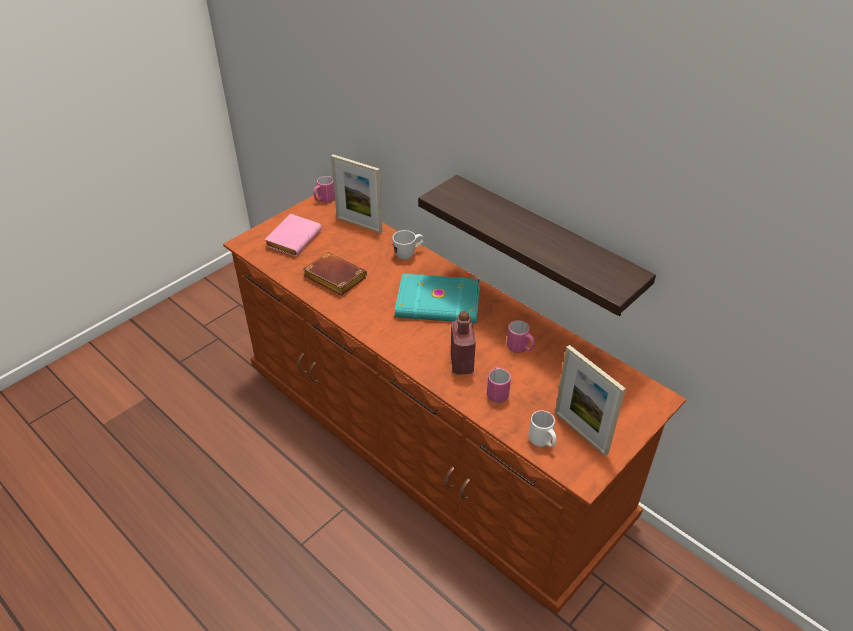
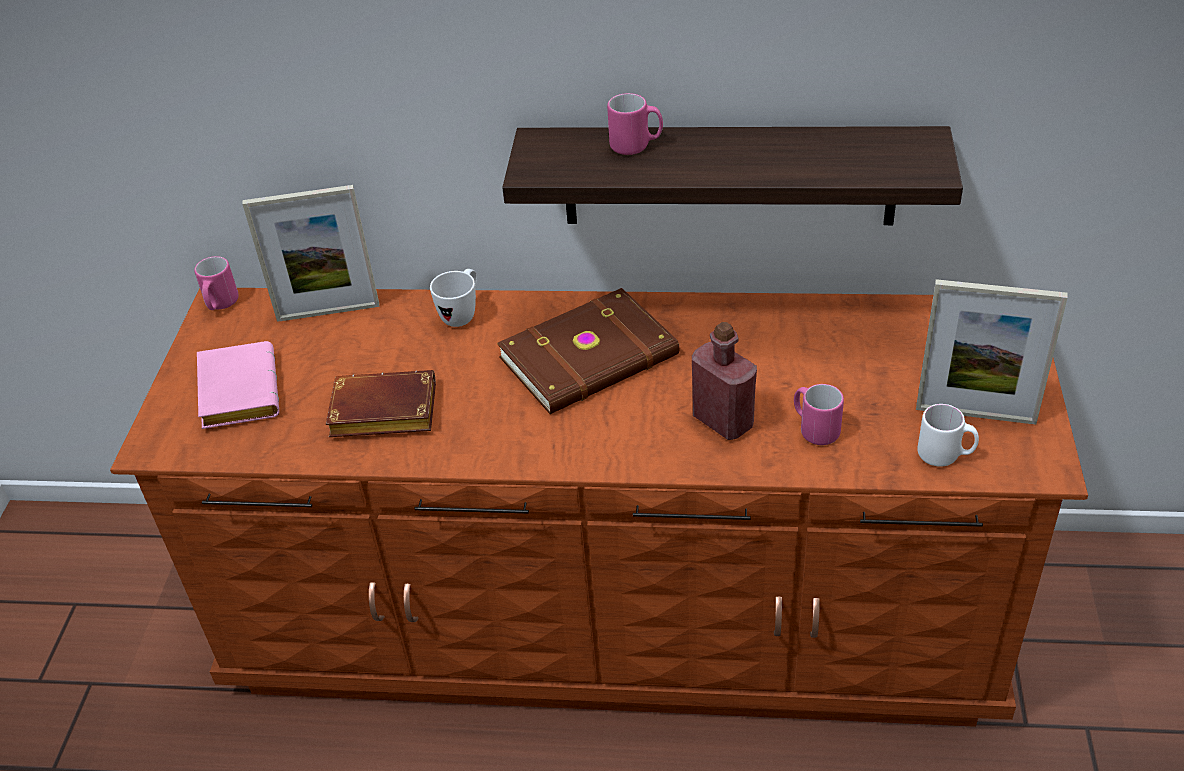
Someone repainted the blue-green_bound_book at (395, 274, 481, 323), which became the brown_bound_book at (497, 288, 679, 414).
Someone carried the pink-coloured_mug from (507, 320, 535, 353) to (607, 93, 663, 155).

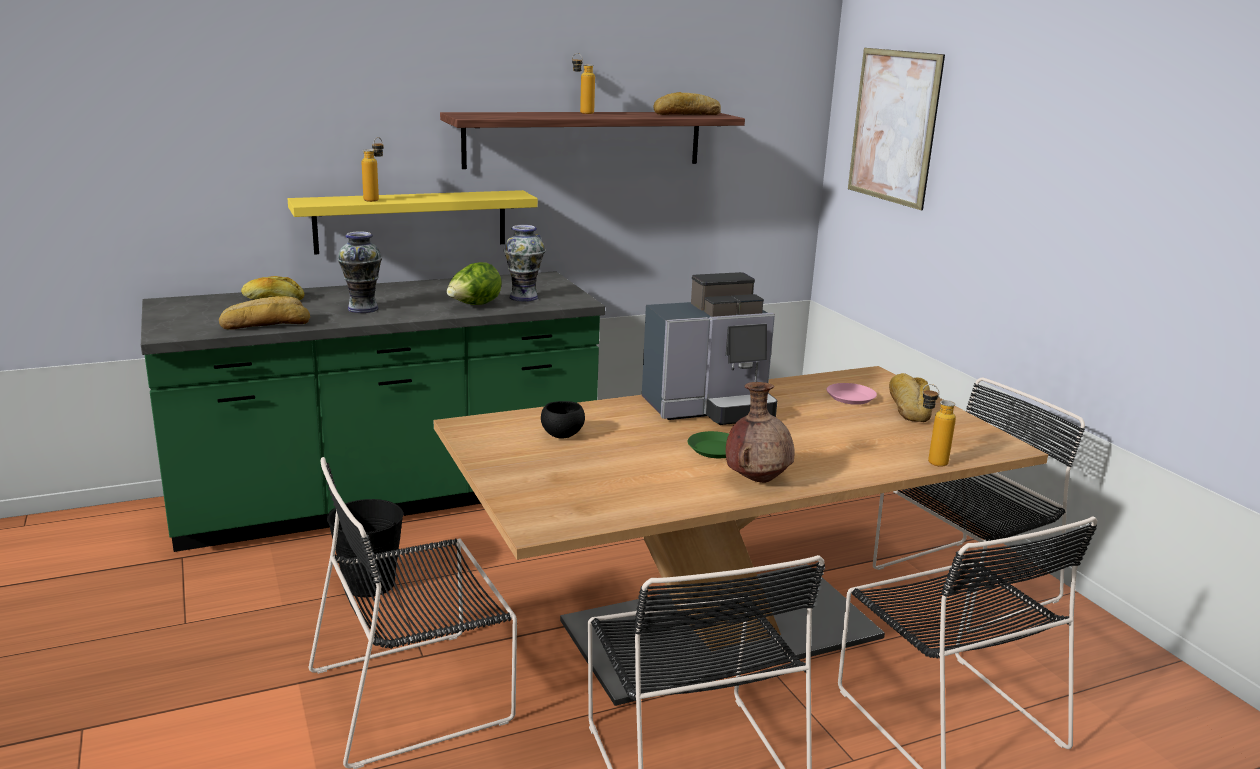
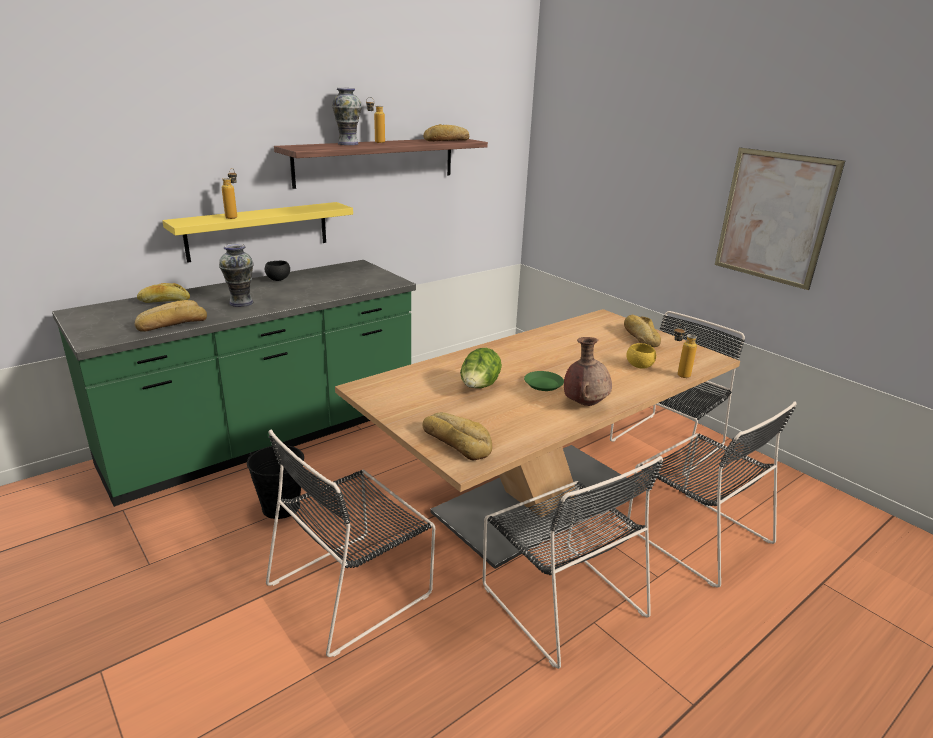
Someone carried the lettuce_head from (447, 262, 502, 305) to (460, 348, 502, 388).
Someone carried the decorative_vase from (504, 225, 545, 302) to (332, 88, 362, 145).
Someone carried the black-coloured_serving_bowl from (541, 401, 585, 439) to (265, 261, 290, 281).
Someone took away the coffee_maker at (642, 272, 777, 425).
Someone took away the pink-coloured_dinner_plate at (826, 383, 877, 405).
Someone carried the picture from (848, 48, 945, 210) to (715, 148, 845, 290).
Someone put down the baked_bread at (422, 412, 492, 460).
Someone put down the yellowish_serving_bowl at (626, 343, 656, 369).

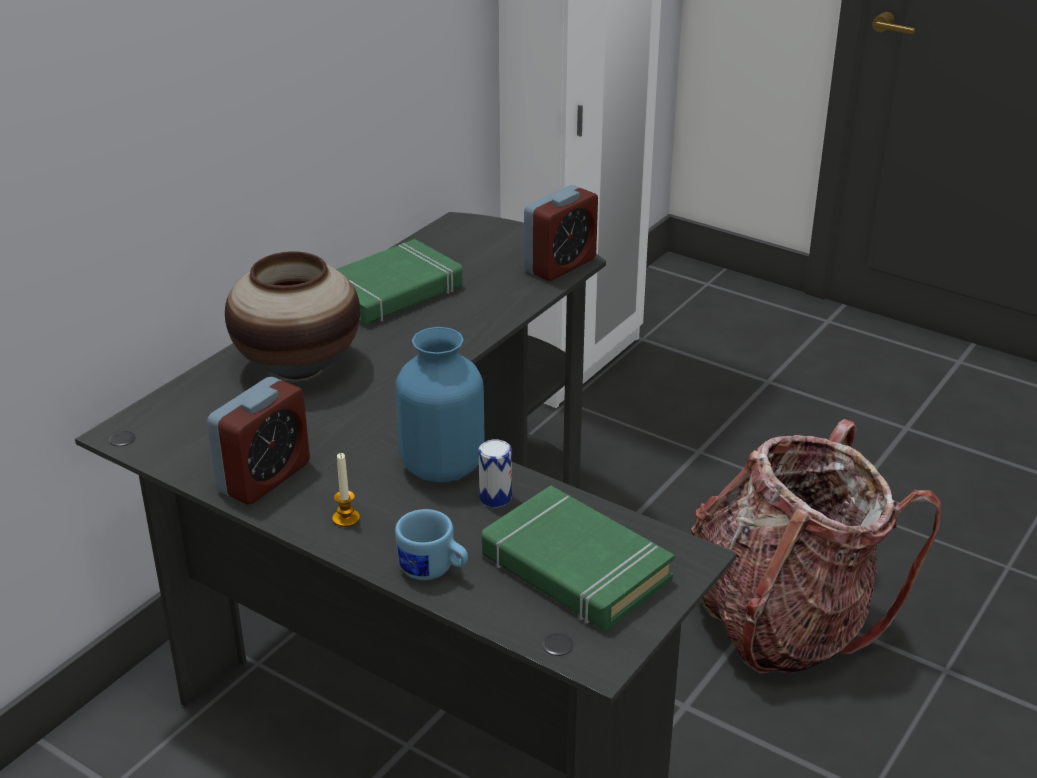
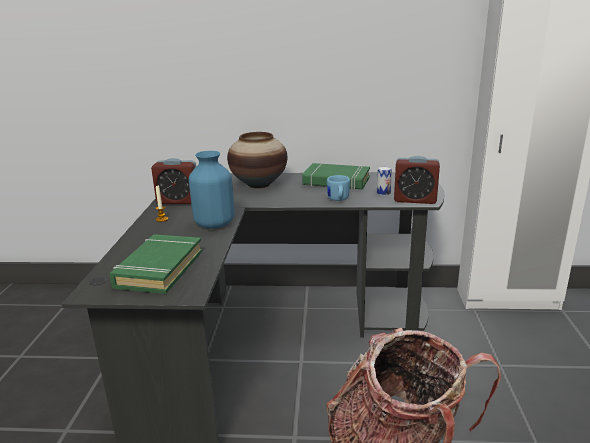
Someone carried the blue_mug from (395, 509, 468, 580) to (327, 175, 350, 201).
Someone carried the sealed_can from (479, 439, 512, 507) to (377, 167, 392, 195).

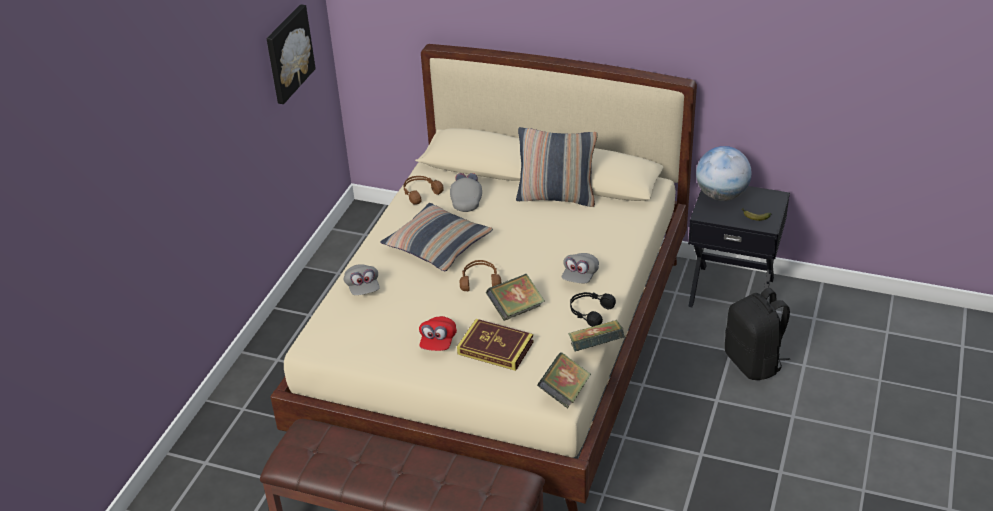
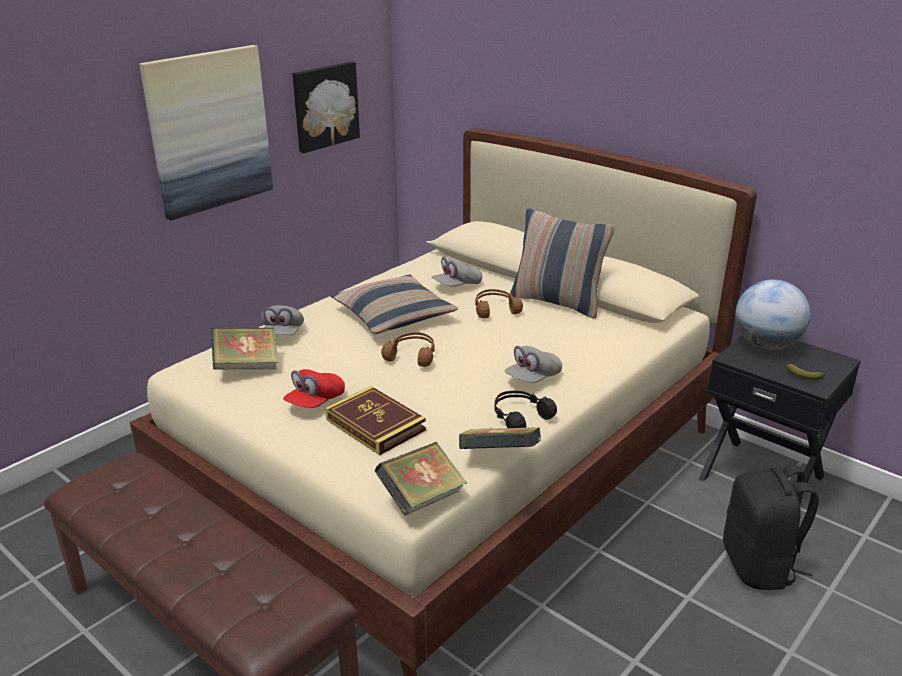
Someone carried the brown_headset from (403, 176, 444, 205) to (475, 289, 523, 318).
Someone rotated the grey_baseball_cap at (450, 173, 482, 212) by 150 degrees counterclockwise.
Someone carried the bound_book from (486, 274, 545, 321) to (211, 327, 278, 370).
Someone put up the picture at (139, 45, 273, 221).

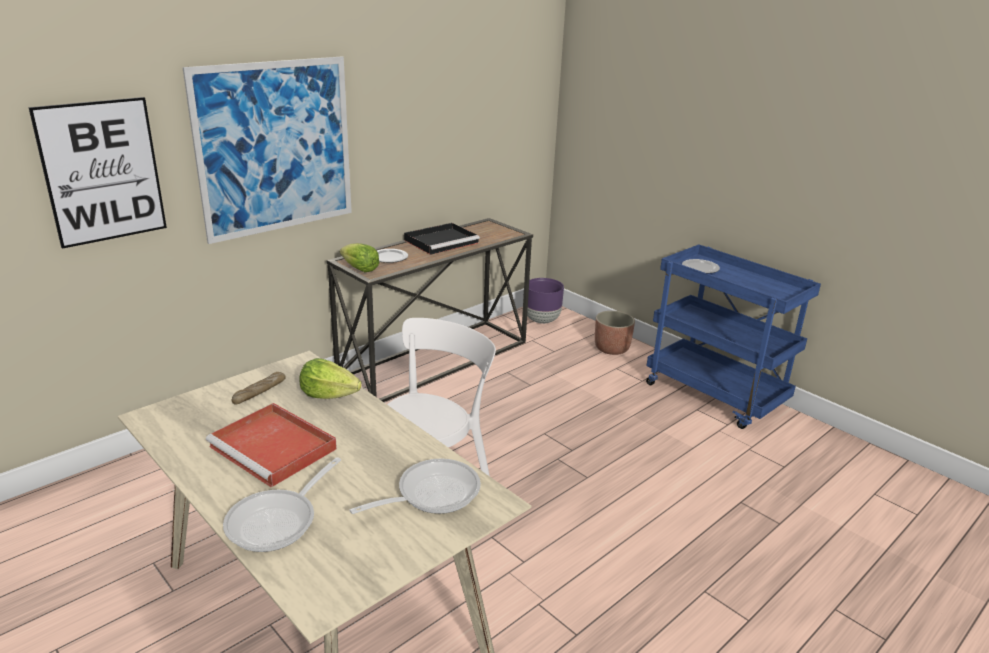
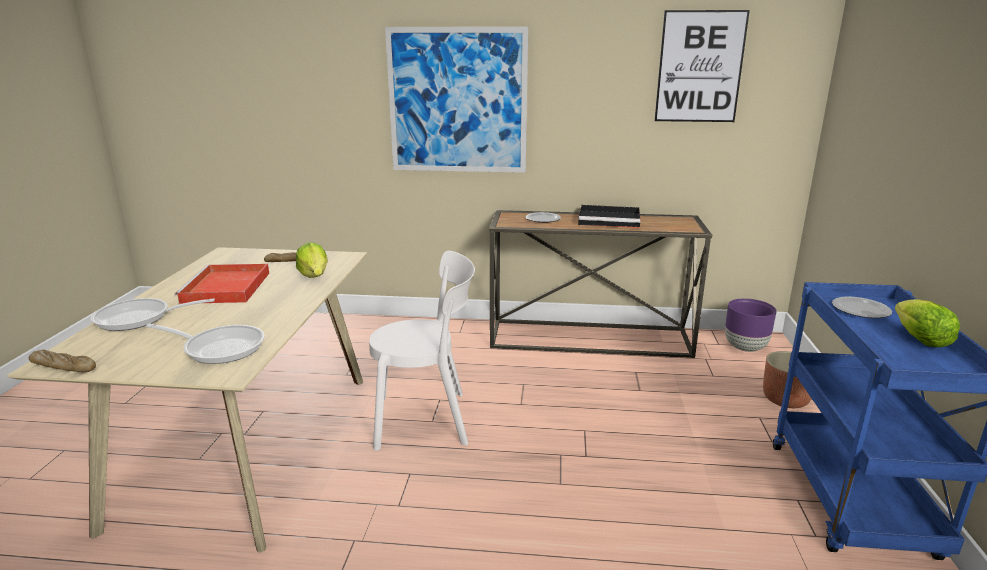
Someone carried the picture from (28, 97, 167, 249) to (655, 10, 750, 122).
Someone carried the lettuce_head from (340, 243, 380, 272) to (895, 299, 960, 347).
Someone put down the baked_bread at (29, 349, 96, 372).

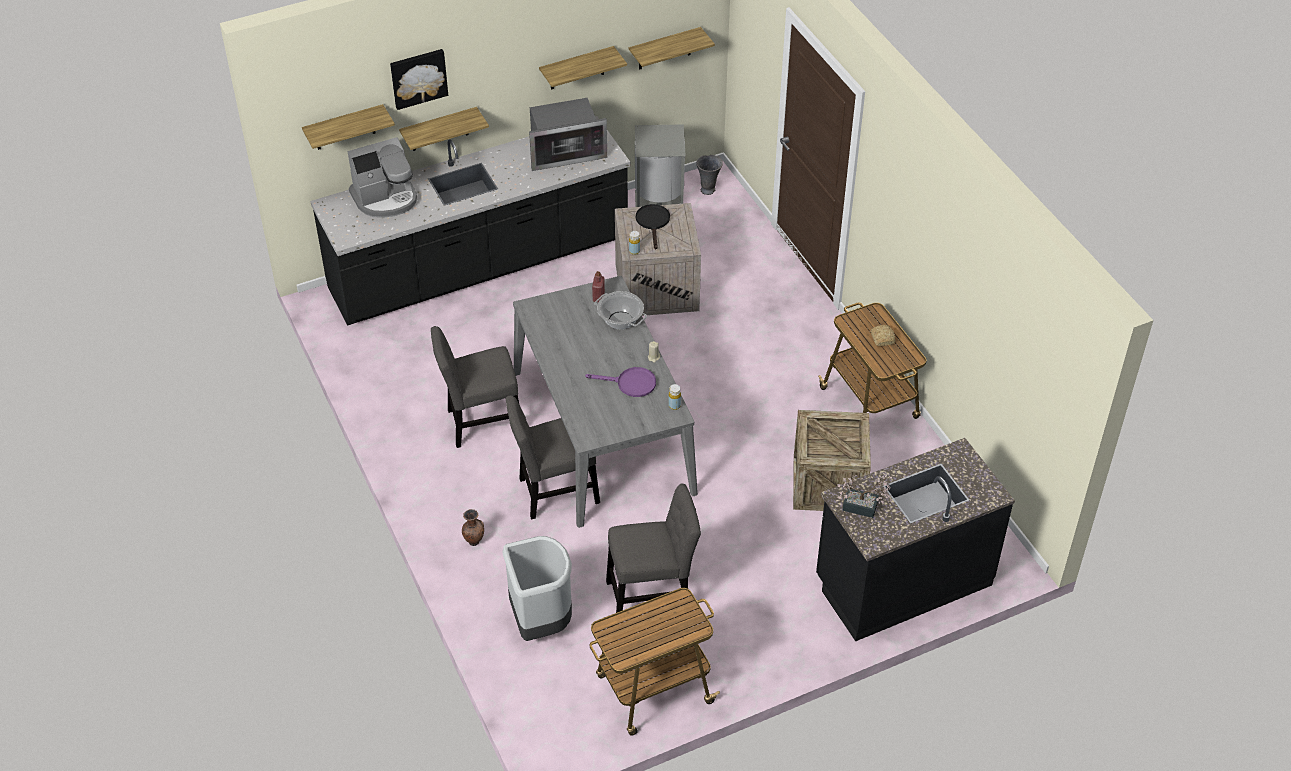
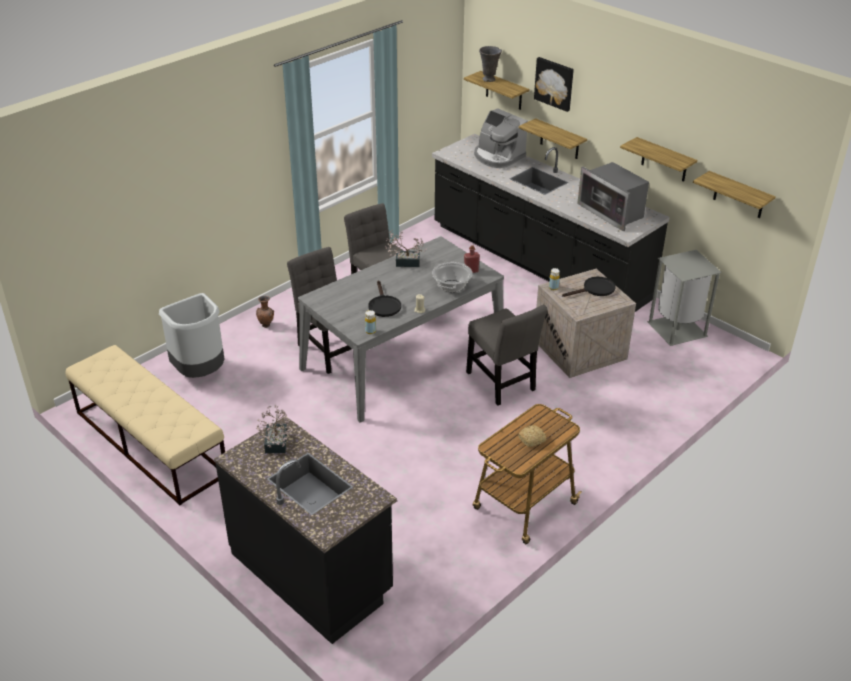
Someone repainted the purple-coloured_skillet at (585, 367, 656, 397), which became the black-coloured_skillet at (368, 280, 401, 317).
Someone swapped the cart at (590, 588, 720, 736) for the beige_bench at (66, 345, 225, 505).
Someone carried the grey_chair from (606, 484, 701, 613) to (466, 305, 548, 405).
Someone carried the grey_decorative_vase from (696, 155, 723, 195) to (479, 46, 502, 82).
Someone took away the crate at (793, 410, 871, 511).
Someone put down the plant_in_a_pot at (385, 230, 427, 267).

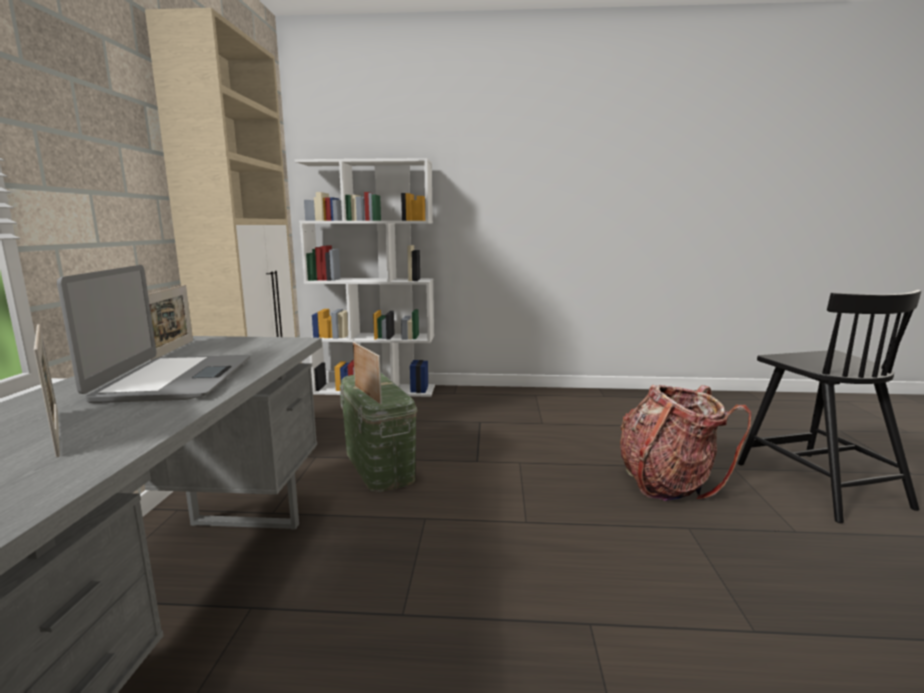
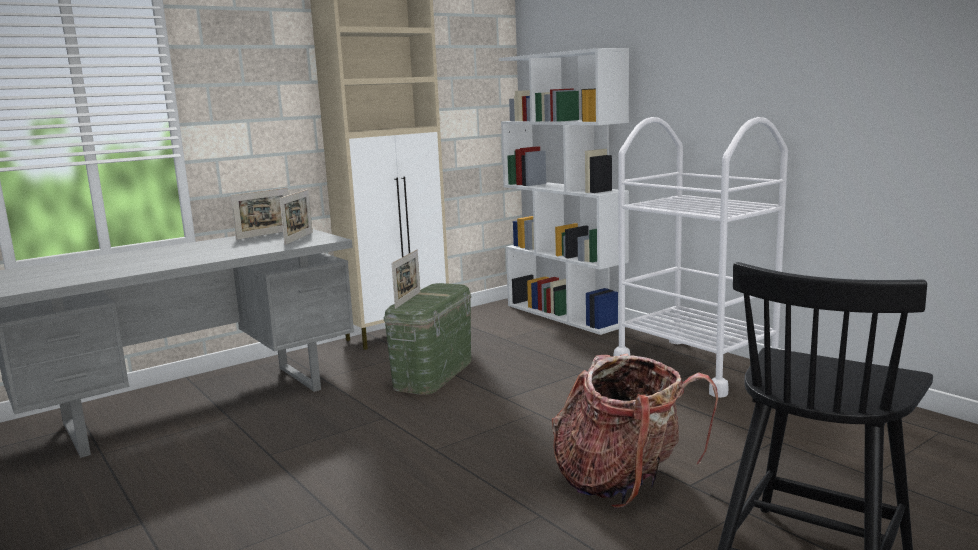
Someone carried the picture_frame from (34, 324, 60, 457) to (279, 189, 313, 245).
Someone took away the laptop at (57, 265, 250, 403).
Someone put down the whitish_cart at (614, 117, 788, 398).

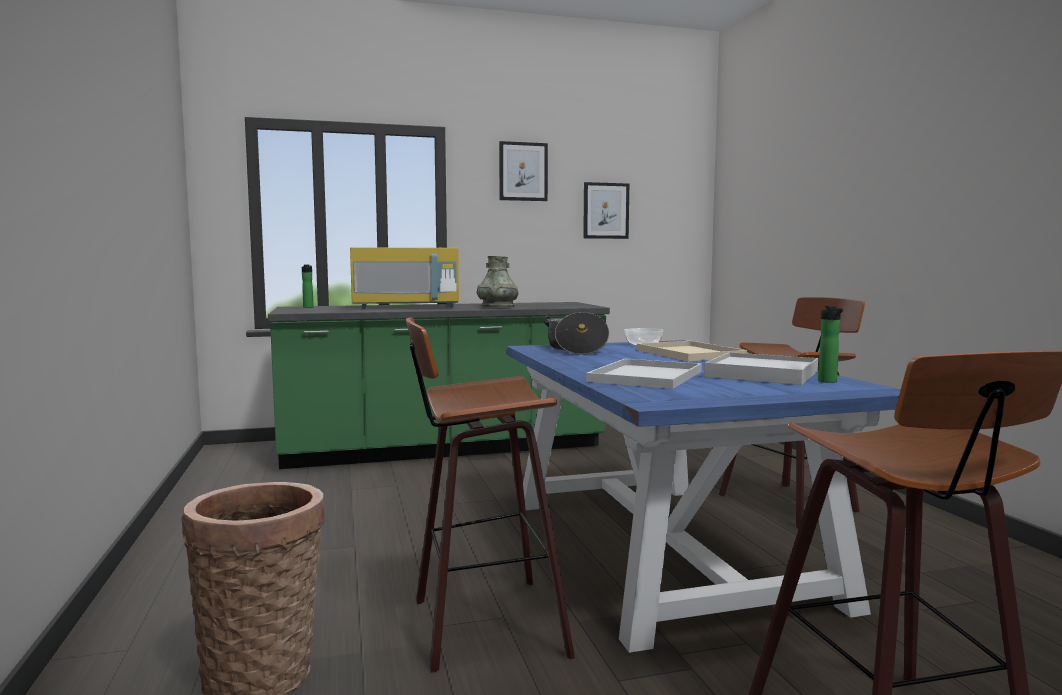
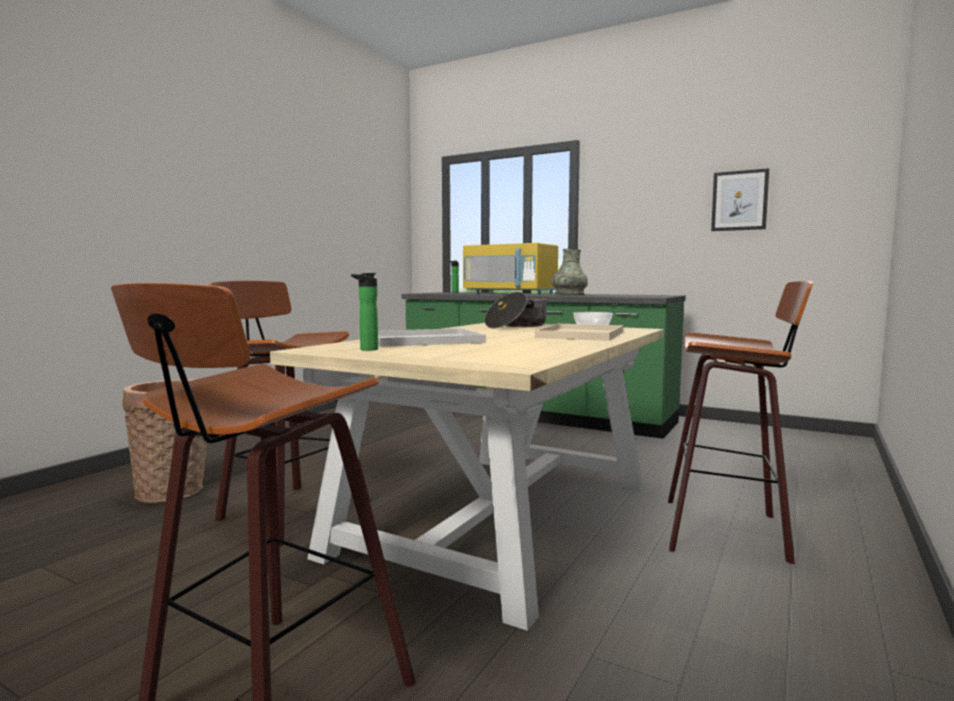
Someone took away the picture at (499, 141, 548, 201).
Someone repainted the blue_dining_table at (507, 340, 901, 653), which became the beige_dining_table at (270, 323, 664, 631).
Someone took away the whitish_carrying_tray at (704, 352, 818, 385).
Someone carried the drink_bottle from (818, 305, 843, 383) to (351, 273, 378, 351).

